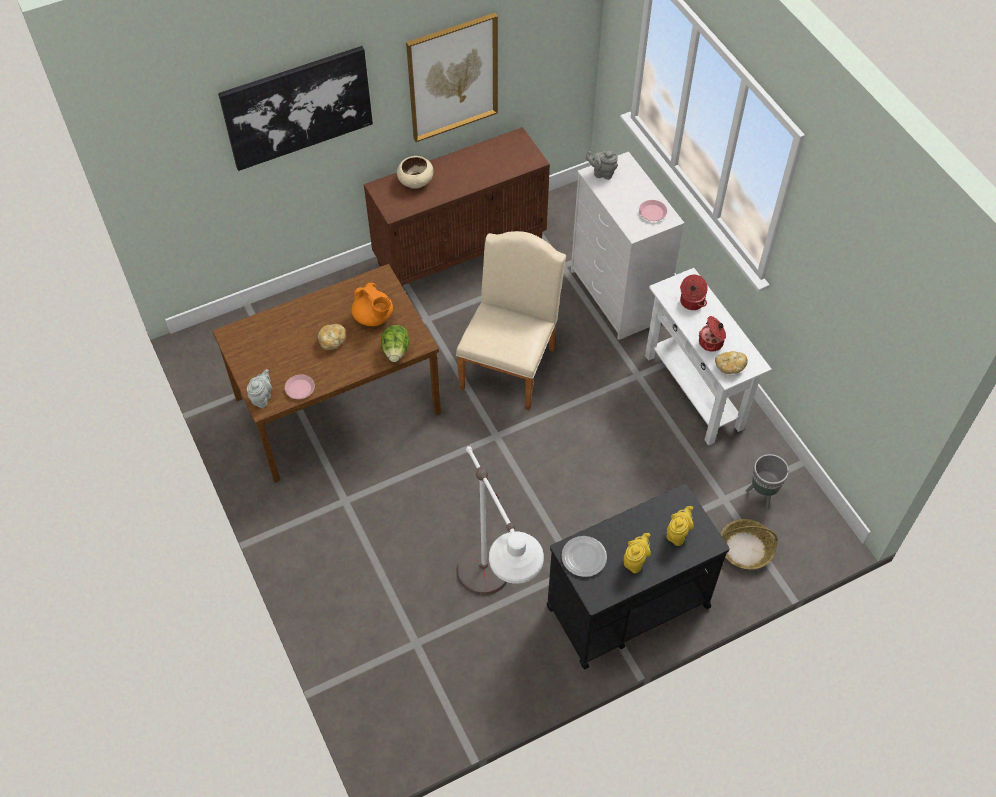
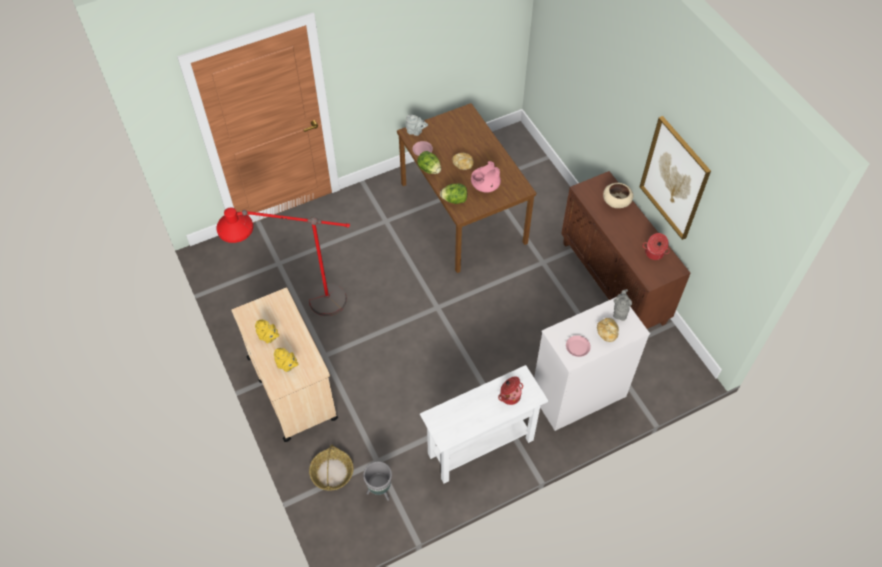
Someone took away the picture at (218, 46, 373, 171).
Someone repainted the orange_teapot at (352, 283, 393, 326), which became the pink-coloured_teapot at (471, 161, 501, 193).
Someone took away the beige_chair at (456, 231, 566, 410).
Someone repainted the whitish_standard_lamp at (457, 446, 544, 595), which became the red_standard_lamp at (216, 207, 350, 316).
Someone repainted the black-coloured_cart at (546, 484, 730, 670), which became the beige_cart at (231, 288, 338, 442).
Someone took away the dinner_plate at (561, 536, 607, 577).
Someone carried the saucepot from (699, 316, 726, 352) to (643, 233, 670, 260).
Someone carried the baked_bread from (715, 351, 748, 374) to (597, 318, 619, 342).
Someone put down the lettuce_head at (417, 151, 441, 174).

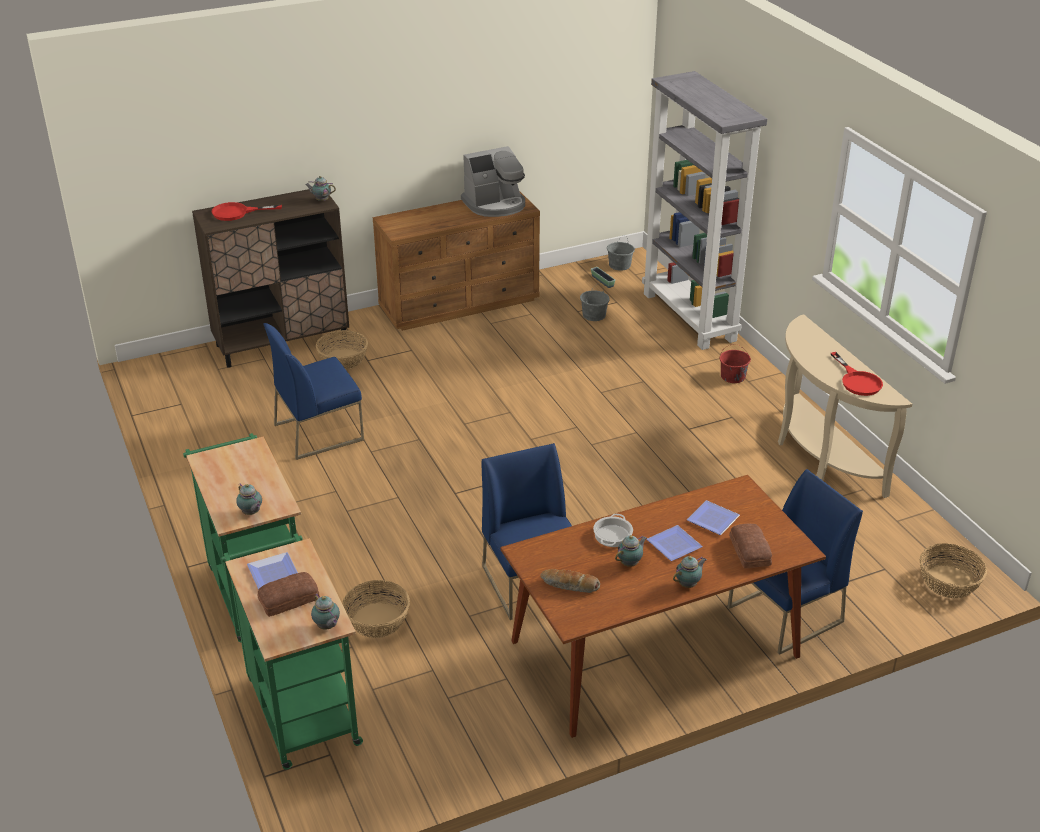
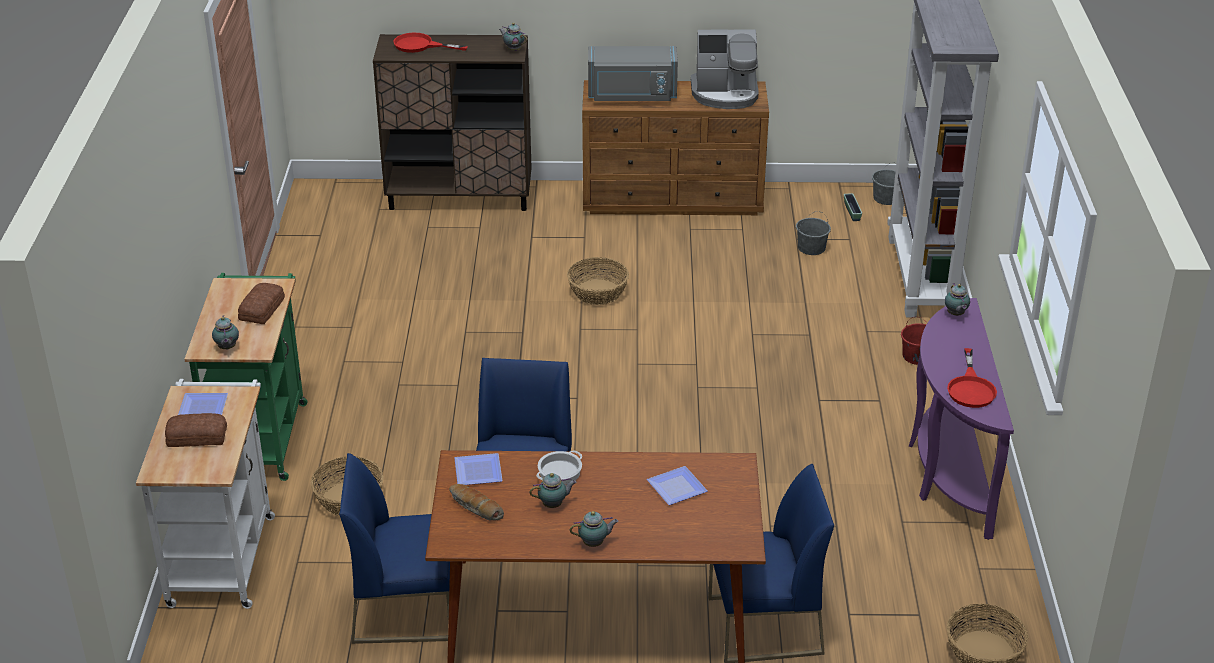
Someone repainted the green-coloured_cart at (221, 533, 363, 770), which became the whitish_cart at (136, 379, 275, 609).
Someone carried the blue_chair from (263, 323, 364, 460) to (339, 453, 450, 644).
Someone carried the teapot from (311, 594, 340, 630) to (945, 283, 970, 316).
Someone carried the basket from (316, 330, 368, 370) to (567, 257, 629, 305).
Someone carried the dinner_plate from (647, 525, 703, 561) to (454, 453, 503, 485).
Someone carried the baked_bread from (729, 523, 772, 569) to (238, 283, 285, 324).
Someone repainted the beige_hall_table at (778, 314, 912, 498), which became the purple-coloured_hall_table at (909, 298, 1014, 540).
Someone put down the grey_kitchen_microwave at (588, 46, 678, 101).

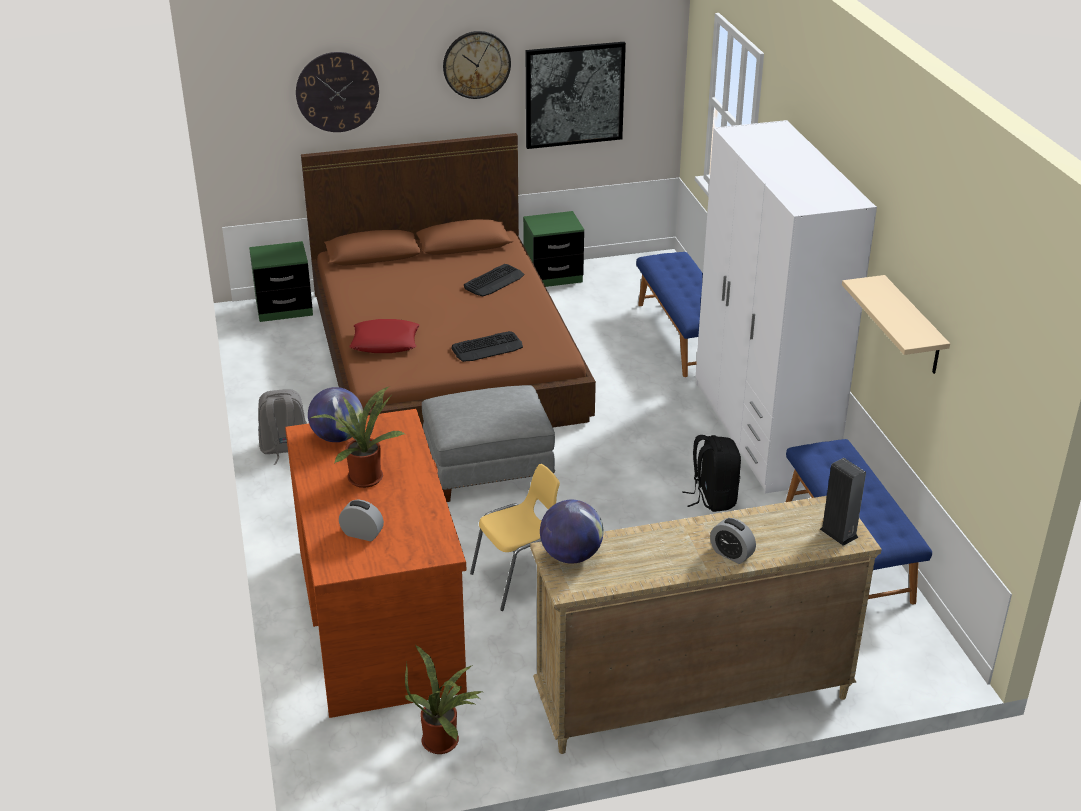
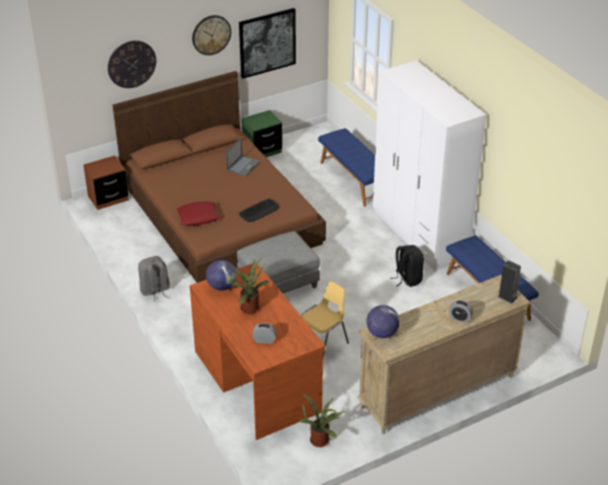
Someone repainted the green-coloured_night_table at (249, 241, 313, 322), which became the brown_night_table at (83, 156, 129, 210).
Someone swapped the keyboard at (464, 264, 525, 296) for the laptop at (226, 138, 260, 176).
Someone took away the beige_wall_shelf at (842, 275, 950, 374).

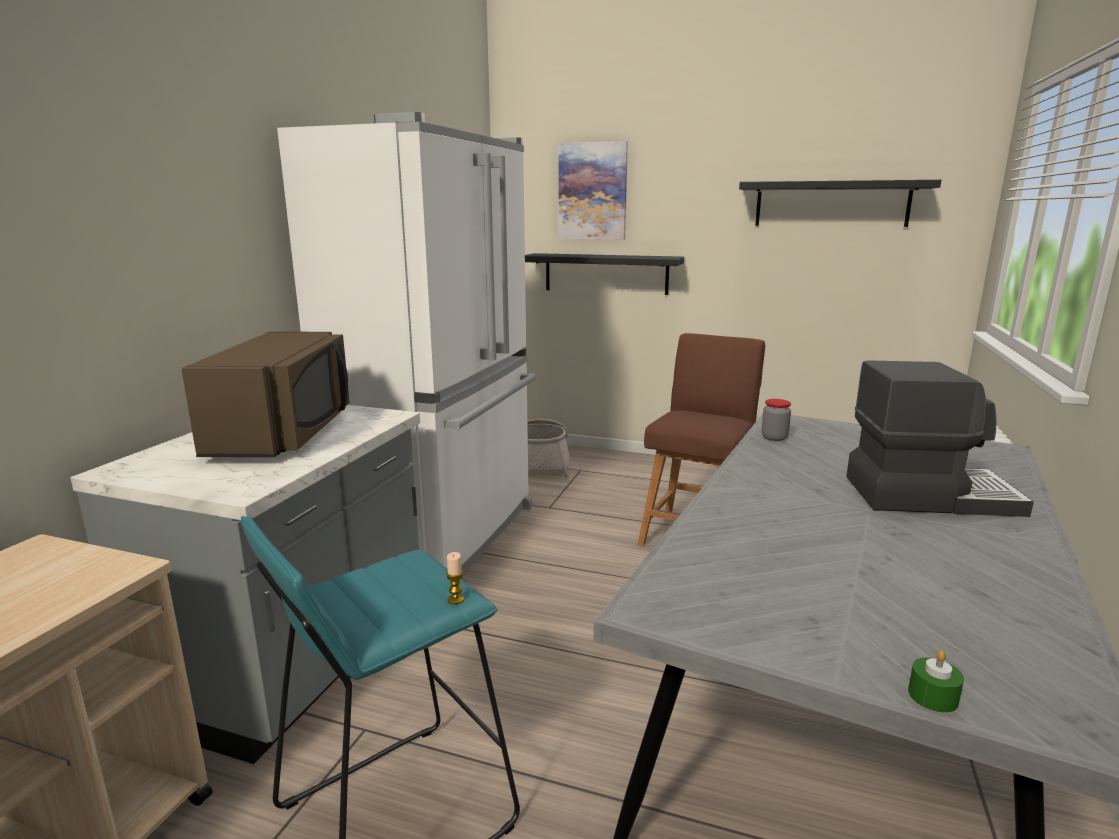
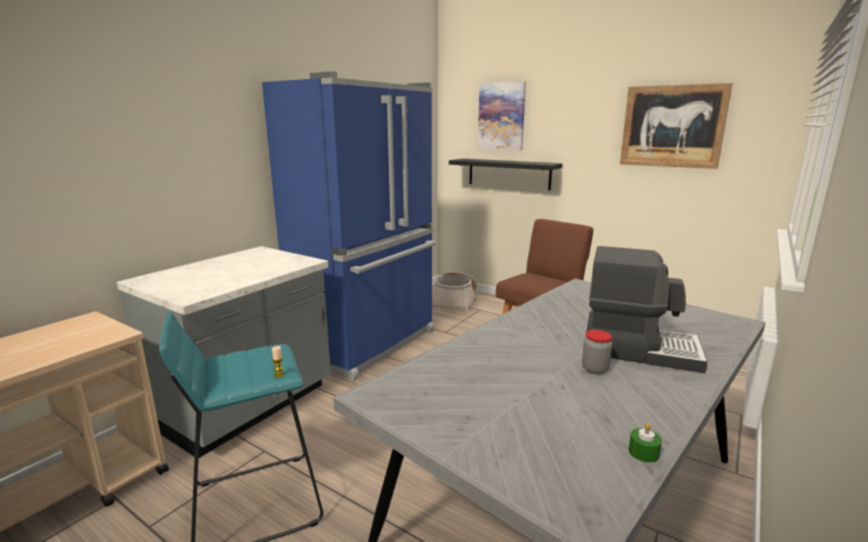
Someone took away the brown_kitchen_microwave at (181, 332, 350, 457).
Someone repainted the whitish_kitchen_fridge at (277, 112, 536, 575), which became the blue_kitchen_fridge at (262, 71, 436, 381).
Someone swapped the black-coloured_wall_shelf at (739, 180, 941, 227) for the picture at (620, 83, 733, 169).
Someone carried the preserve_jar from (762, 399, 791, 441) to (582, 330, 612, 374).
Someone carried the green-coloured_candle from (908, 650, 964, 713) to (628, 423, 662, 463).

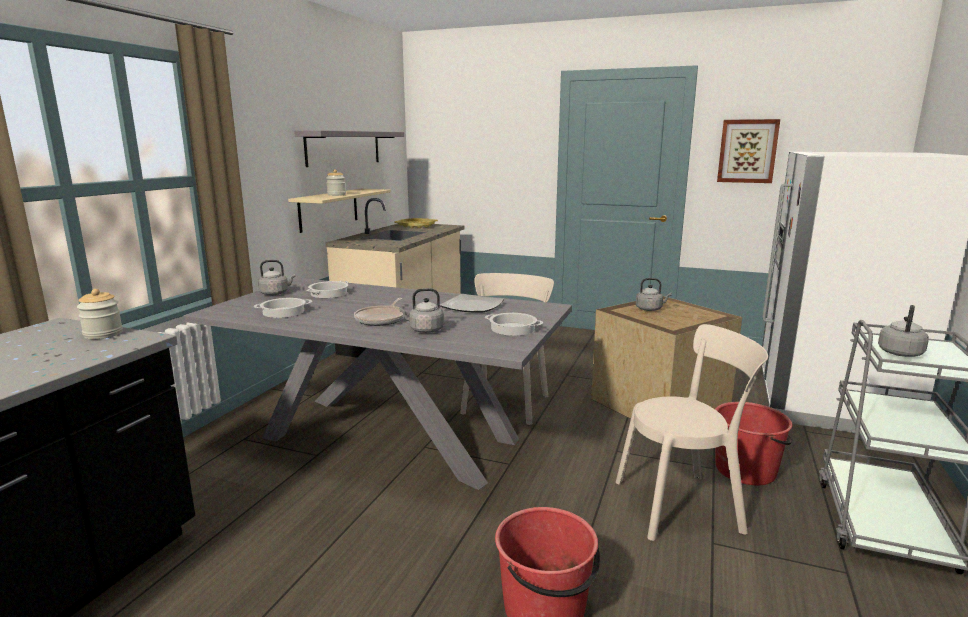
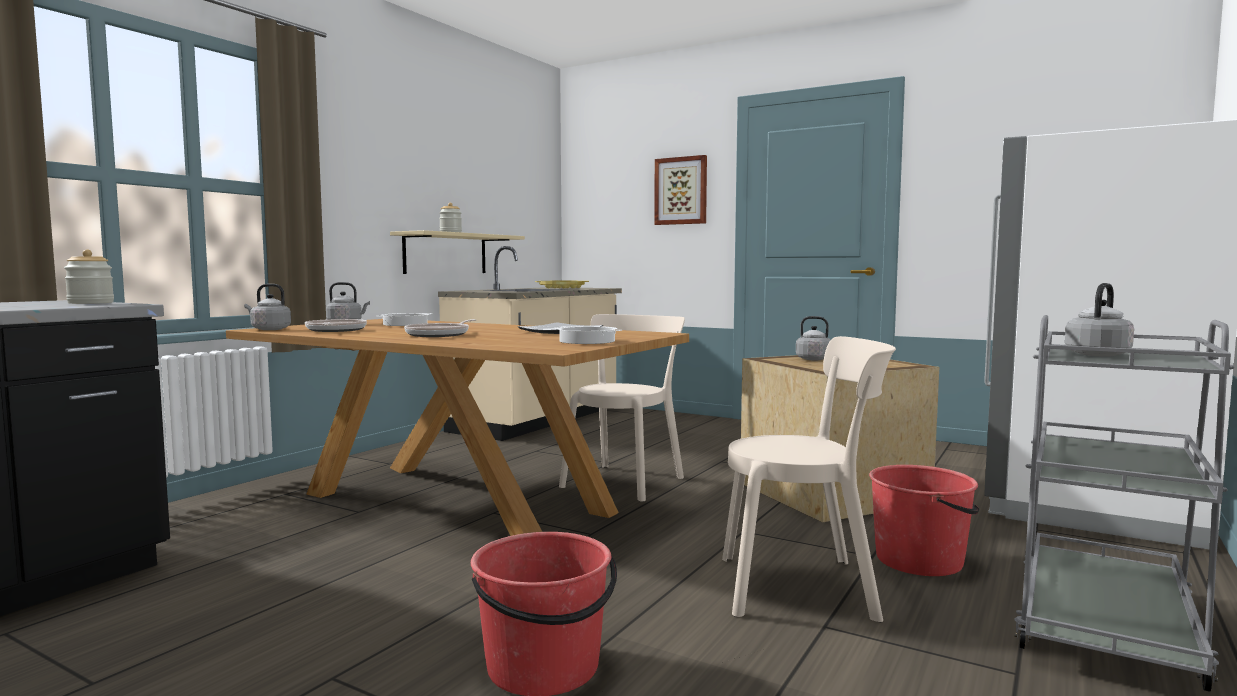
Someone repainted the grey_dining_table at (183, 278, 572, 490), which became the brown_dining_table at (226, 319, 689, 536).
Someone swapped the saucepot at (254, 298, 312, 318) for the skillet at (305, 319, 367, 332).
Someone took away the grey_wall_shelf at (294, 130, 404, 167).
Someone carried the grey_kettle from (399, 288, 444, 333) to (244, 284, 291, 330).
Someone carried the picture from (717, 119, 780, 183) to (654, 155, 707, 225).

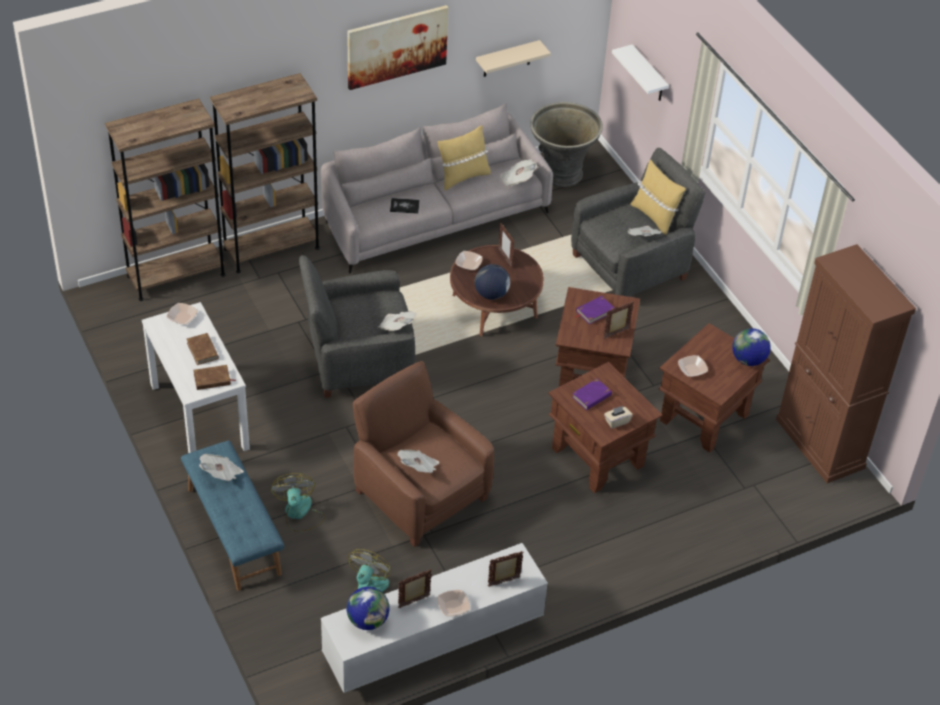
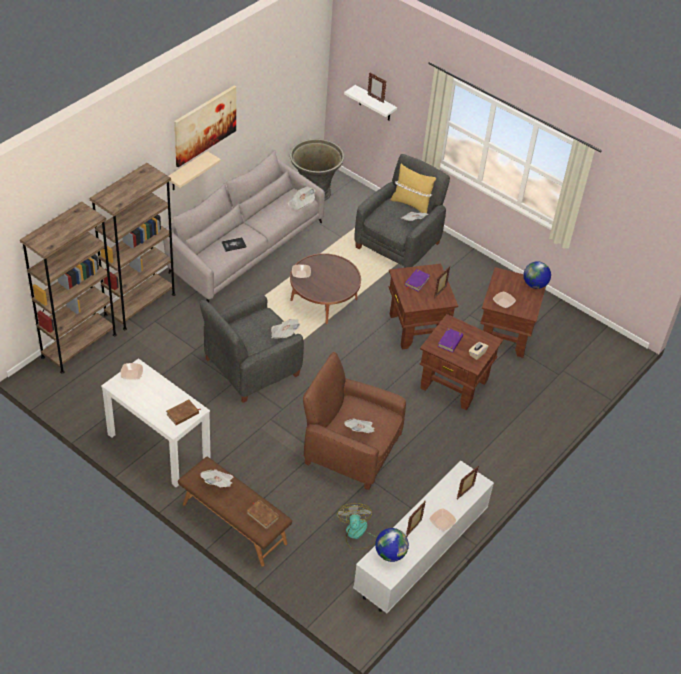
Someone repainted the blue_bench at (181, 440, 284, 591), which became the brown_bench at (178, 457, 292, 567).
Someone carried the brown_bound_book from (187, 333, 219, 365) to (246, 500, 279, 530).
Someone took away the electric_fan at (271, 473, 326, 532).
Someone took away the yellowish_pillow at (437, 125, 491, 191).
Someone took away the desk_globe at (475, 264, 510, 300).
Someone carried the beige_wall_shelf from (476, 40, 551, 77) to (169, 151, 221, 191).
Someone carried the picture_frame from (499, 223, 514, 267) to (368, 73, 386, 103).
Someone took away the brown_cabinet at (776, 244, 916, 483).

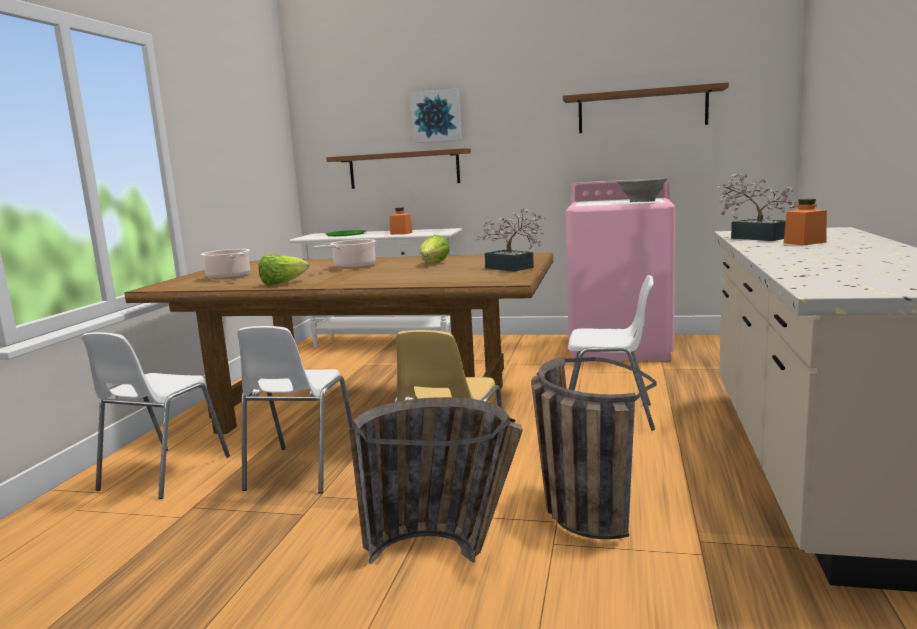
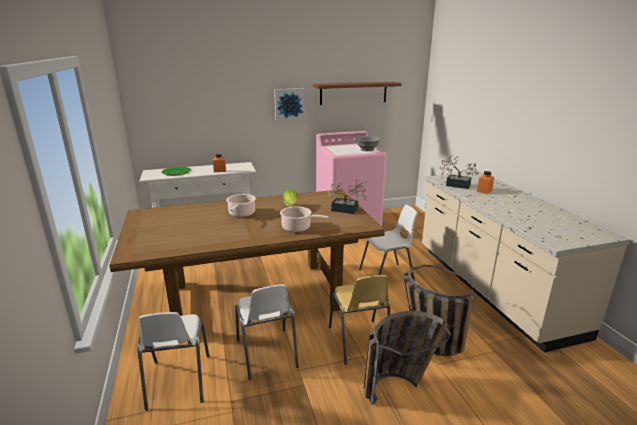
Someone carried the saucepot from (201, 249, 250, 280) to (280, 206, 329, 232).
Someone took away the lettuce_head at (259, 254, 309, 286).
Someone took away the brown_wall_shelf at (326, 148, 471, 189).
Someone carried the picture from (410, 88, 462, 143) to (274, 88, 306, 121).

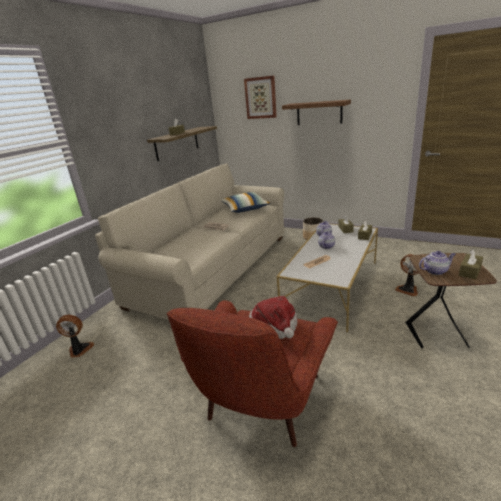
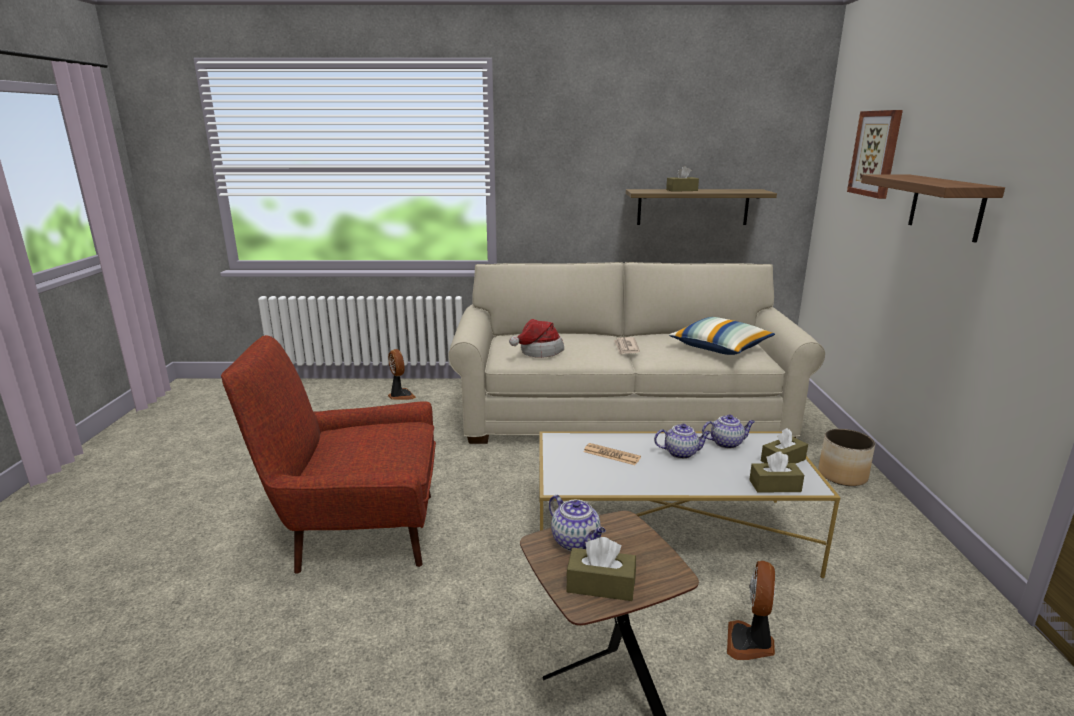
Someone carried the clothing_hat from (249, 296, 297, 339) to (509, 319, 564, 358).

